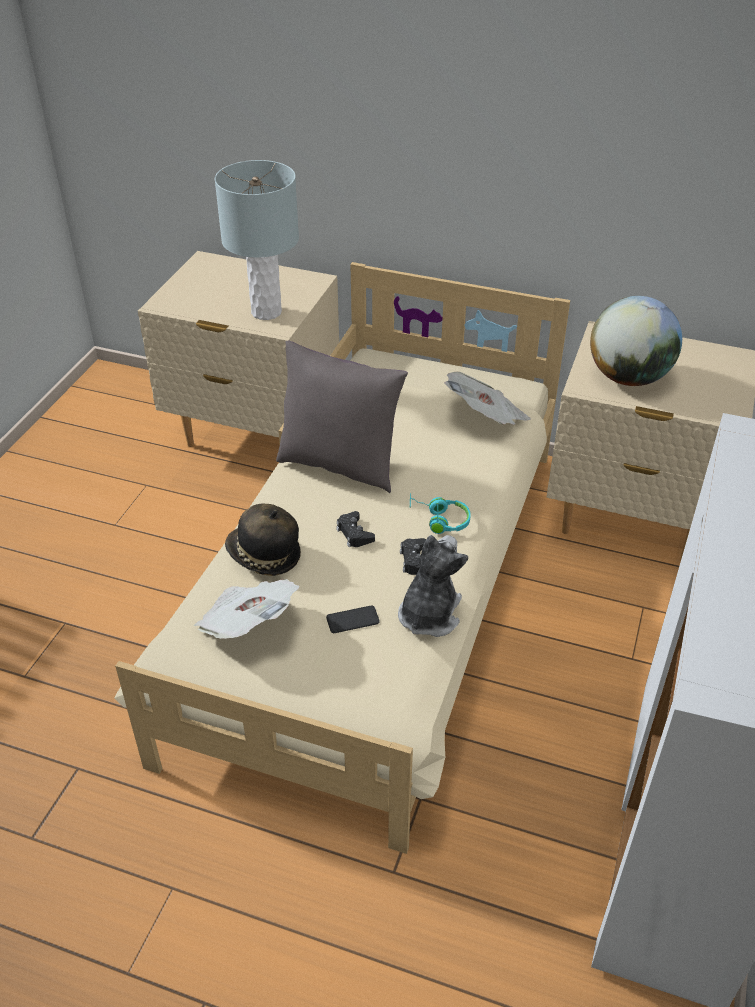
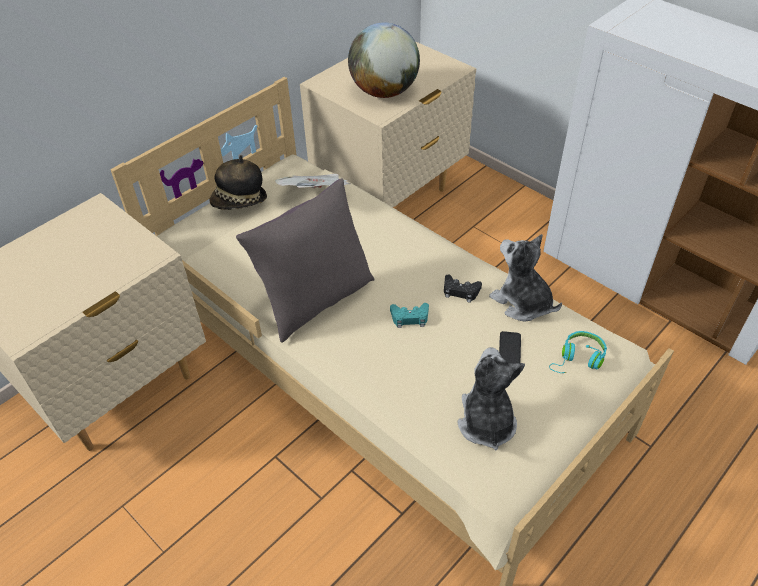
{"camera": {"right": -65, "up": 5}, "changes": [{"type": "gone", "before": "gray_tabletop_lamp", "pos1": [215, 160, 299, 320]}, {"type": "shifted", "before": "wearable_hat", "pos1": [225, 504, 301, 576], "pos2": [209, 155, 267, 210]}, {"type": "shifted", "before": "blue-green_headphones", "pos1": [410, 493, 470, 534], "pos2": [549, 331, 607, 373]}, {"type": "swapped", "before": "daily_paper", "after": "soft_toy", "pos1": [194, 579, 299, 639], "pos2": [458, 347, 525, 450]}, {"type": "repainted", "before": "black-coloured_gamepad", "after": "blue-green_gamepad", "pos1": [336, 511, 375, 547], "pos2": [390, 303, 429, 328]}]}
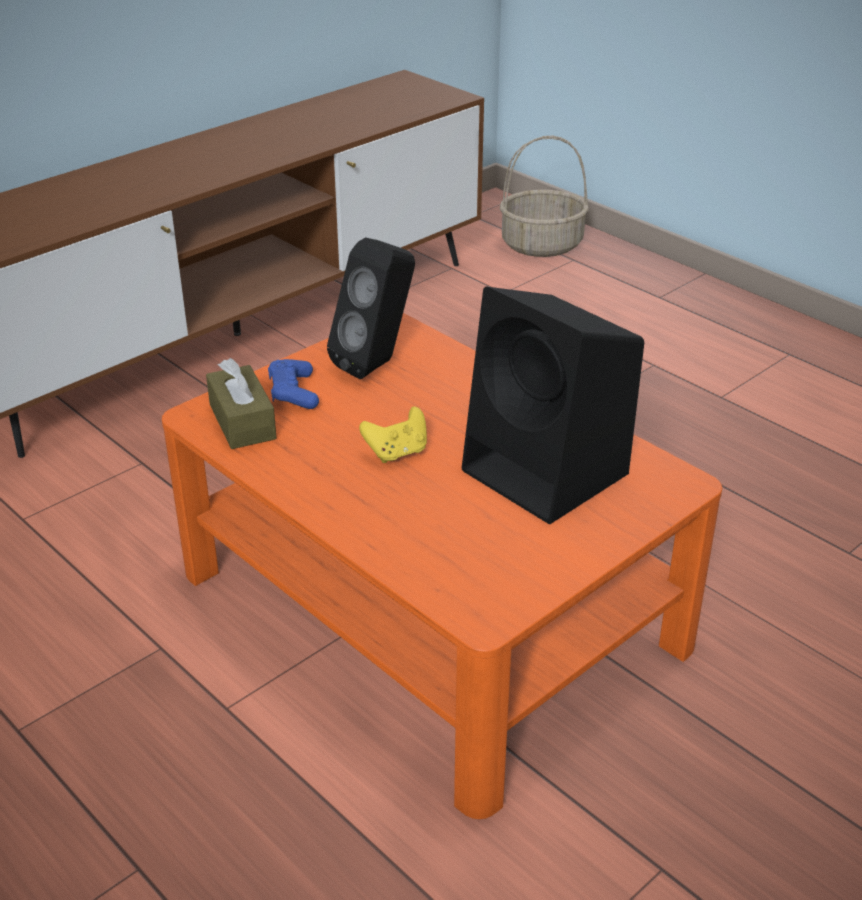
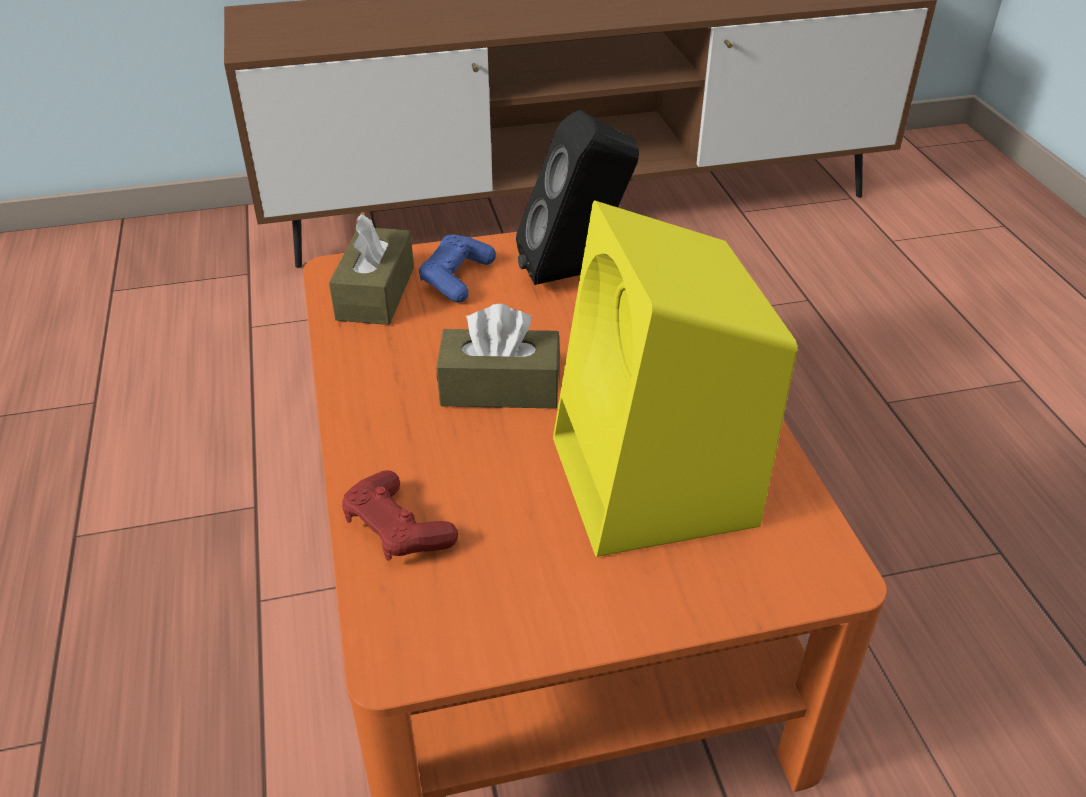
{"camera": {"right": 30, "up": 5}, "changes": [{"type": "gone", "before": "basket", "pos1": [500, 135, 589, 257]}, {"type": "new", "after": "reddish_gamepad", "pos2": [342, 470, 458, 561]}, {"type": "swapped", "before": "yellowish_gamepad", "after": "brown_tissue_box", "pos1": [359, 406, 427, 463], "pos2": [437, 304, 560, 409]}, {"type": "repainted", "before": "black-coloured_loudspeaker", "after": "yellowish_loudspeaker", "pos1": [462, 287, 644, 524], "pos2": [553, 200, 797, 557]}]}
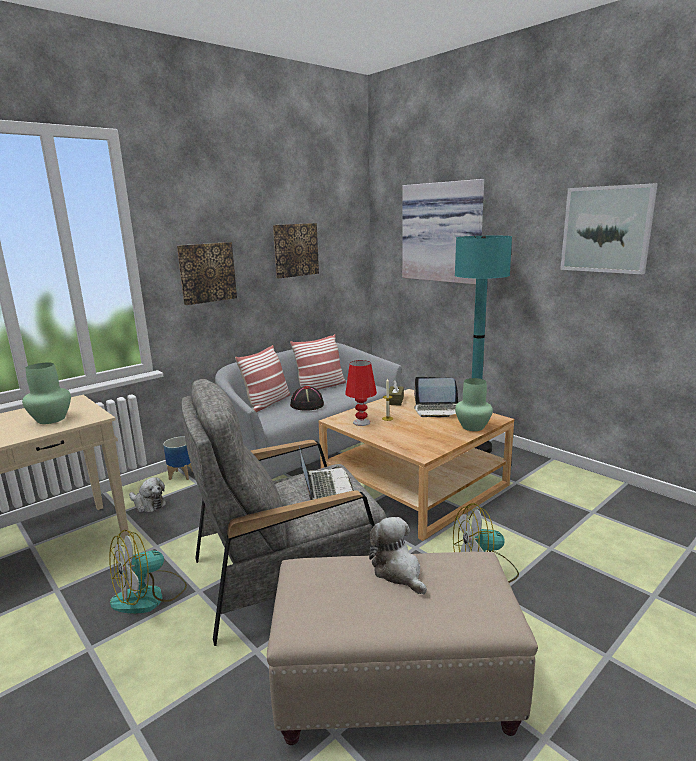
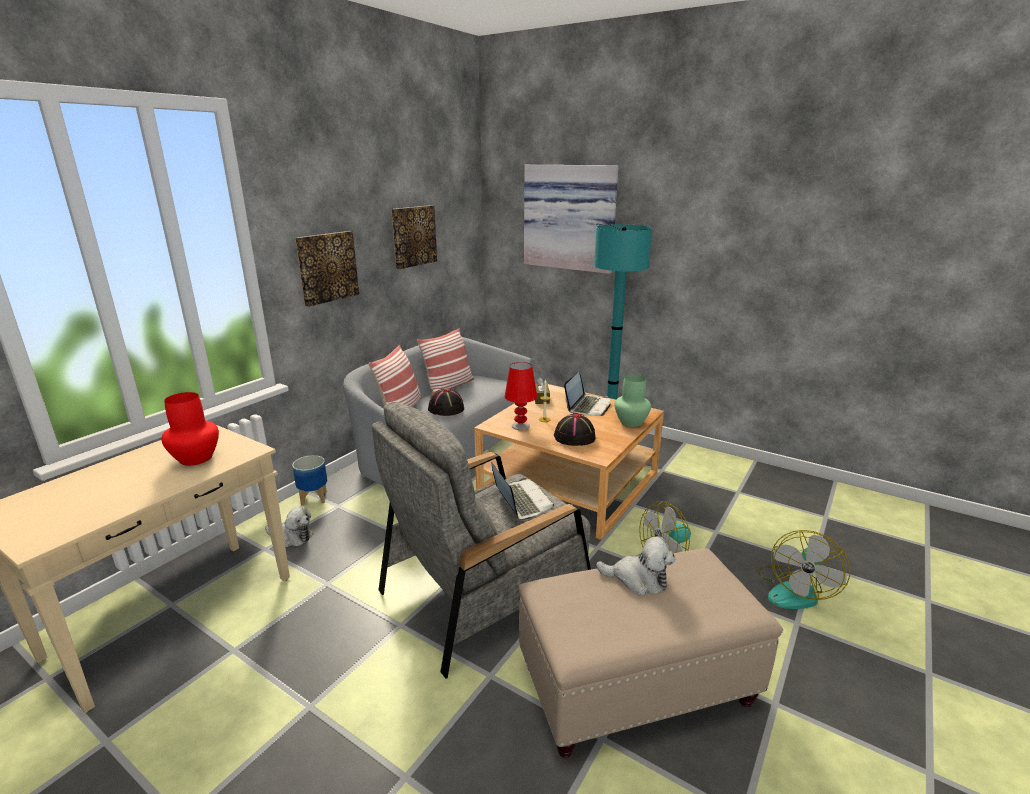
{"camera": {"right": -15, "up": 5}, "changes": [{"type": "gone", "before": "wall_art", "pos1": [560, 183, 658, 274]}, {"type": "new", "after": "black-coloured_wearable_hat", "pos2": [554, 414, 596, 446]}, {"type": "shifted", "before": "cooling_fan", "pos1": [109, 530, 187, 614], "pos2": [757, 530, 850, 609]}, {"type": "repainted", "before": "green_vase", "after": "reddish_vase", "pos1": [22, 362, 71, 424], "pos2": [161, 392, 219, 466]}, {"type": "rotated", "before": "soft_toy", "pos1": [369, 517, 427, 595], "pos2": [596, 536, 675, 596], "turn": 150}, {"type": "rotated", "before": "portable_computer", "pos1": [414, 377, 459, 418], "pos2": [564, 372, 611, 416], "turn": -60}]}
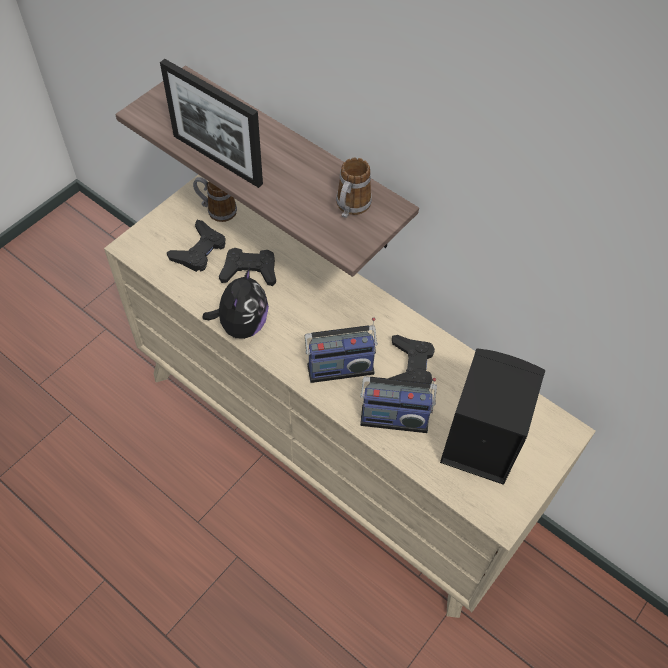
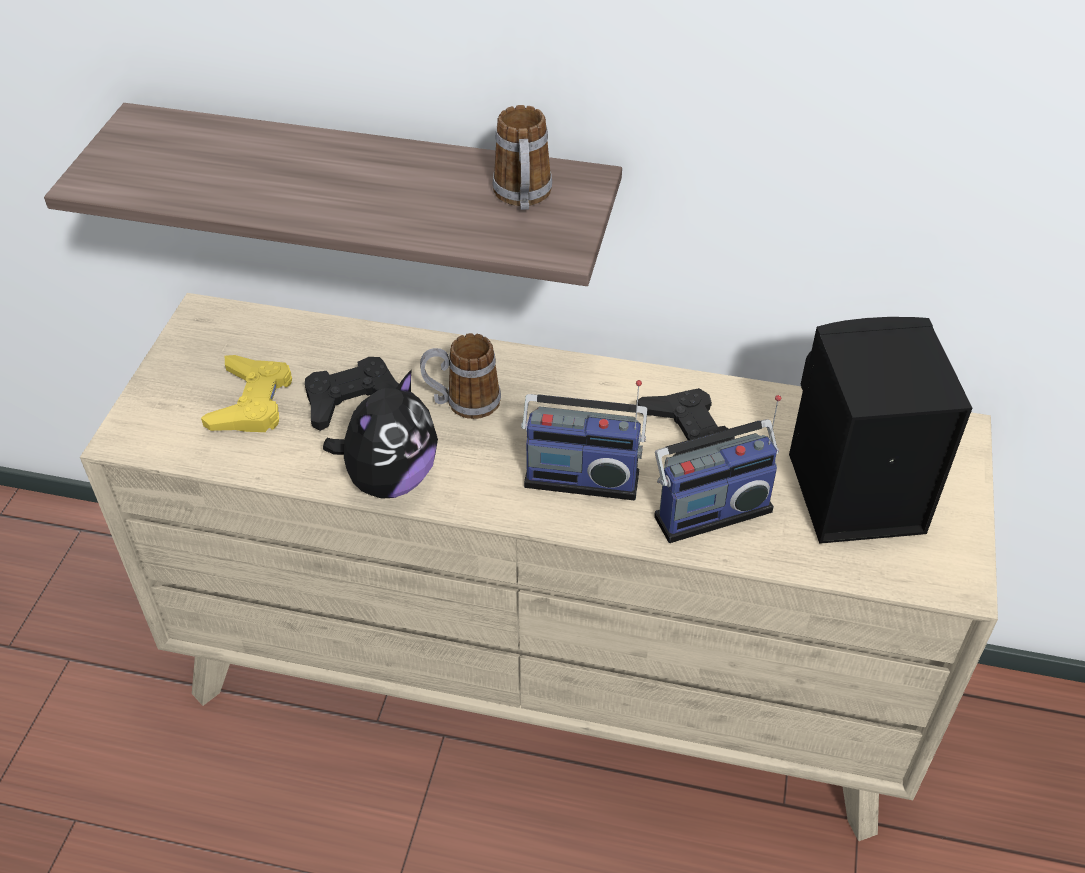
{"camera": {"right": -25, "up": -10}, "changes": [{"type": "gone", "before": "photo_frame", "pos1": [160, 59, 263, 188]}, {"type": "shifted", "before": "tea_mug", "pos1": [193, 177, 237, 222], "pos2": [420, 333, 501, 419]}, {"type": "repainted", "before": "black-coloured_gamepad", "after": "yellowish_gamepad", "pos1": [167, 220, 226, 272], "pos2": [201, 355, 292, 432]}, {"type": "rotated", "before": "soft_toy", "pos1": [202, 267, 269, 339], "pos2": [323, 369, 438, 499], "turn": 45}, {"type": "rotated", "before": "radio_set", "pos1": [305, 318, 378, 383], "pos2": [521, 380, 647, 501], "turn": 45}]}
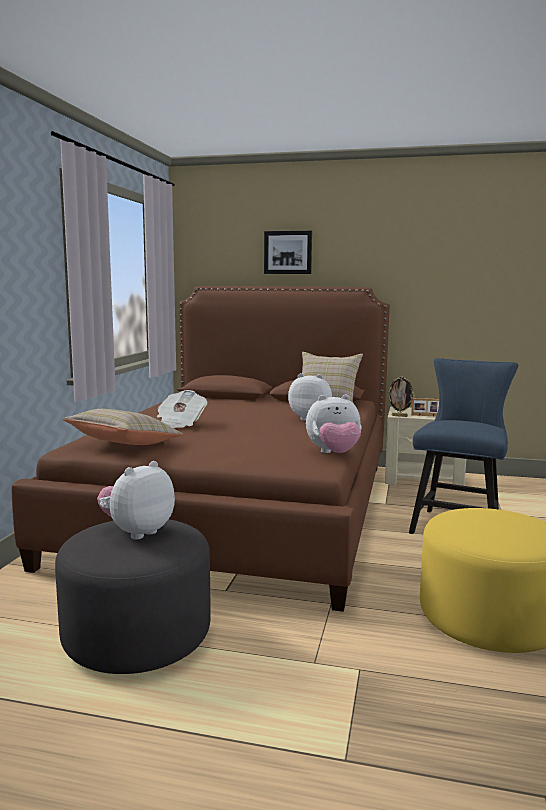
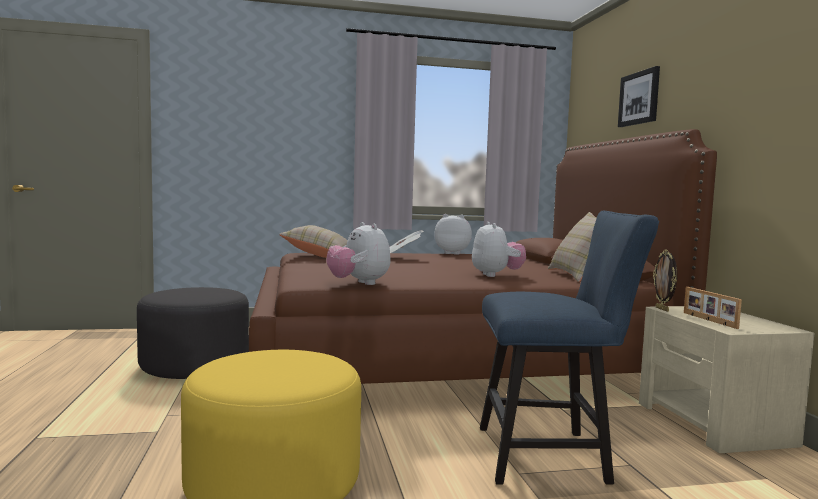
{"camera": {"right": 65, "up": -5}, "changes": [{"type": "shifted", "before": "soft_toy", "pos1": [97, 461, 175, 540], "pos2": [434, 214, 472, 255]}]}
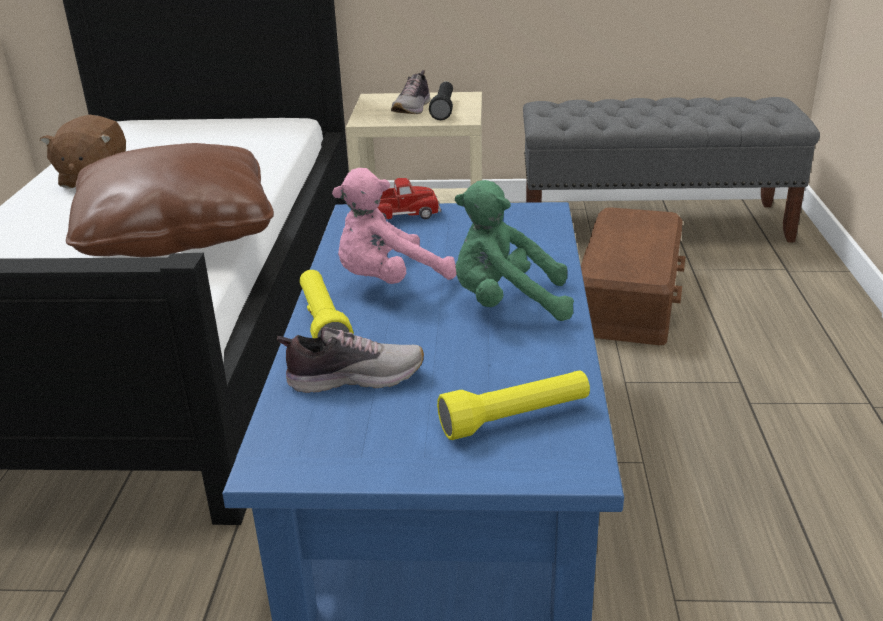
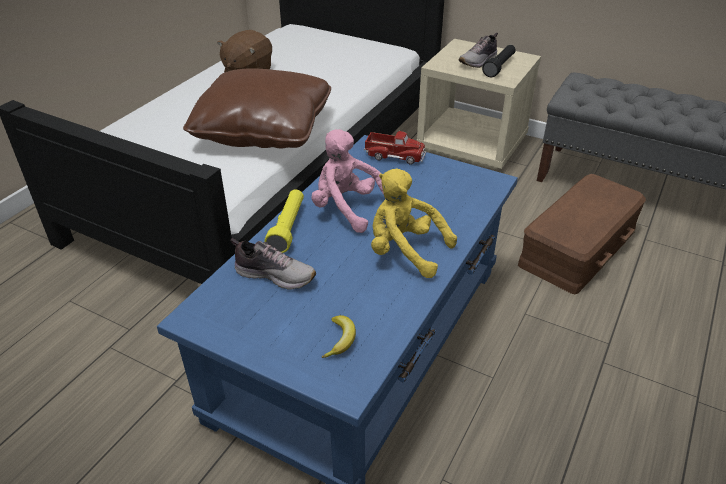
{"camera": {"right": 25, "up": 10}, "changes": [{"type": "swapped", "before": "yellowish_hand_torch", "after": "banana_fruit", "pos1": [437, 370, 590, 440], "pos2": [322, 315, 356, 358]}, {"type": "repainted", "before": "green_soft_toy", "after": "yellowish_soft_toy", "pos1": [455, 180, 574, 321], "pos2": [371, 168, 457, 278]}, {"type": "rotated", "before": "pink_soft_toy", "pos1": [332, 168, 456, 284], "pos2": [311, 129, 384, 233], "turn": 45}]}
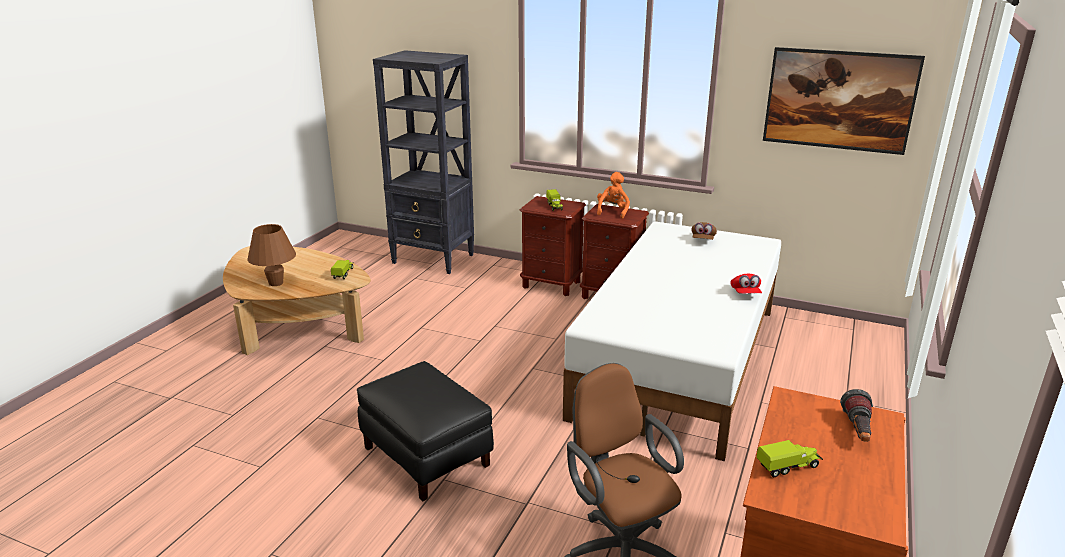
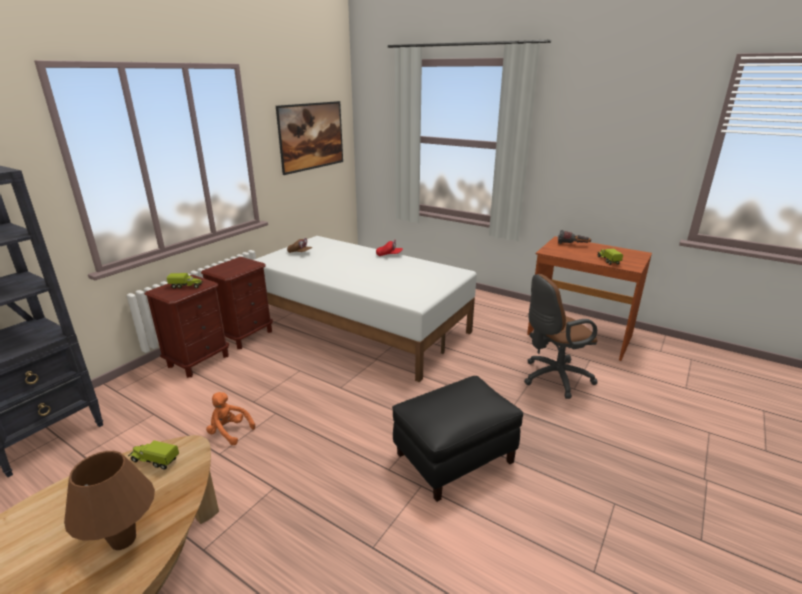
{"camera": {"right": -80, "up": 0}, "changes": [{"type": "shifted", "before": "orangey_soft_toy", "pos1": [597, 172, 630, 219], "pos2": [206, 392, 255, 445]}]}
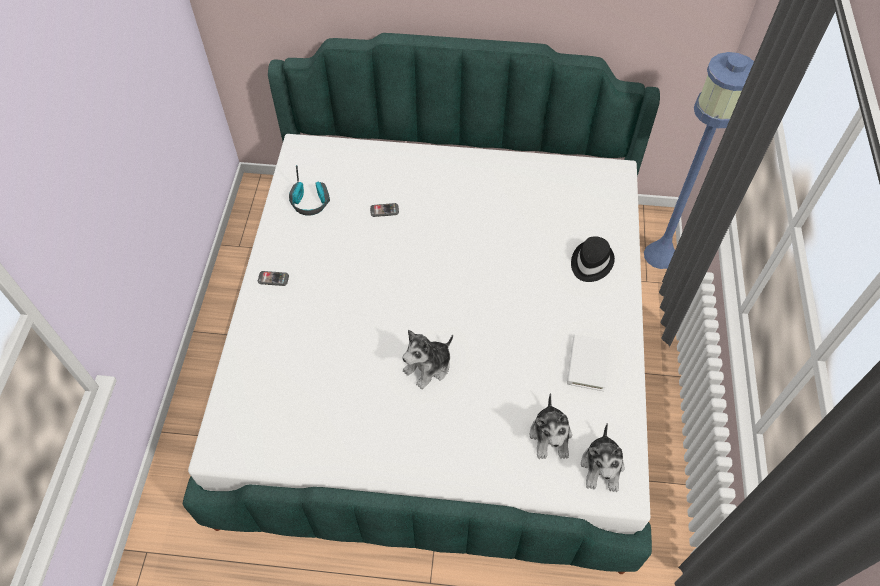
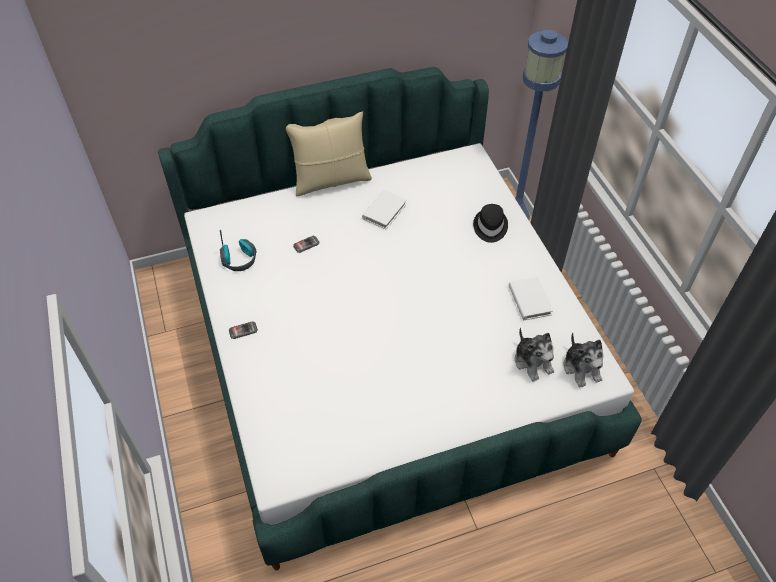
{"camera": {"right": -25, "up": -5}, "changes": [{"type": "gone", "before": "soft_toy", "pos1": [402, 330, 453, 389]}, {"type": "new", "after": "beige_throw_pillow", "pos2": [286, 111, 372, 196]}, {"type": "new", "after": "whitish_bound_book", "pos2": [362, 190, 407, 229]}]}
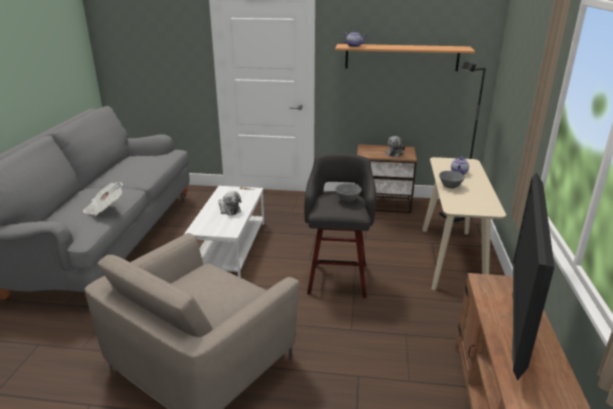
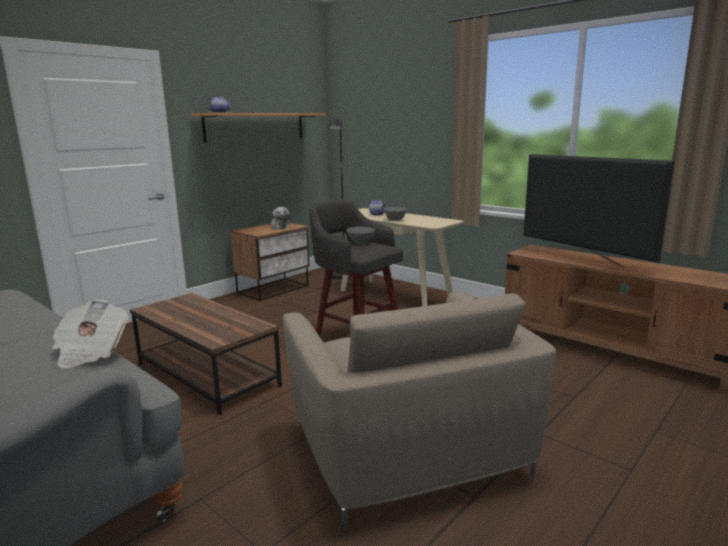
{"camera": {"right": -55, "up": -10}, "changes": [{"type": "gone", "before": "soft_toy", "pos1": [218, 191, 241, 215]}, {"type": "repainted", "before": "whitish_low_table", "after": "brown_low_table", "pos1": [184, 186, 264, 278], "pos2": [130, 293, 282, 415]}]}
